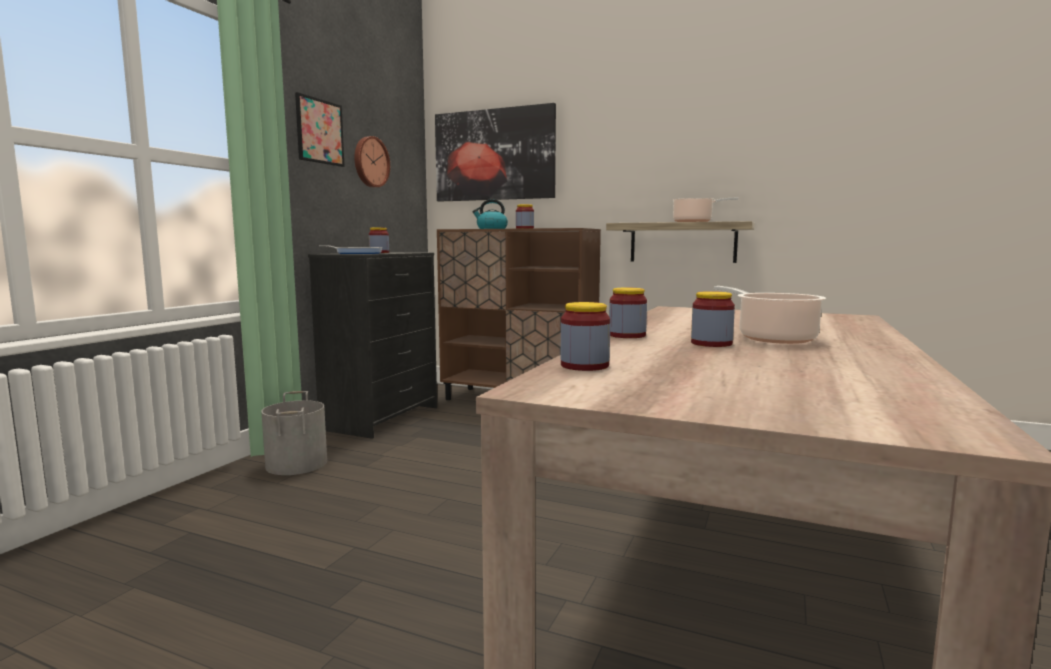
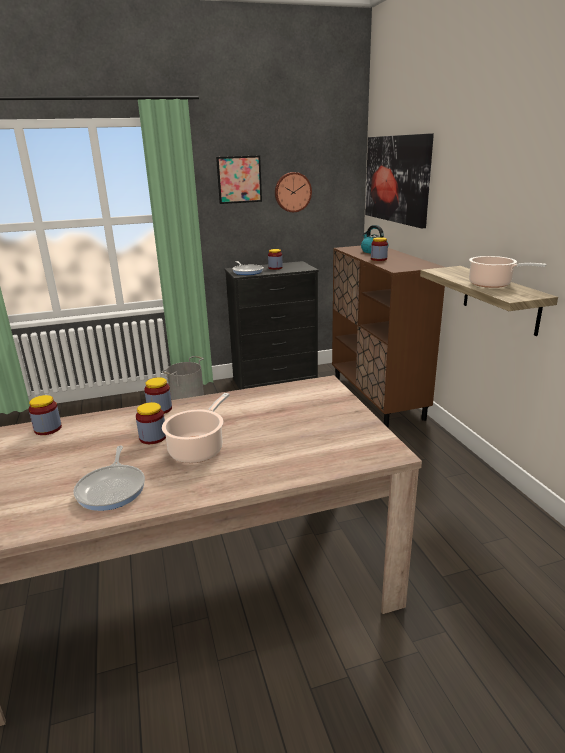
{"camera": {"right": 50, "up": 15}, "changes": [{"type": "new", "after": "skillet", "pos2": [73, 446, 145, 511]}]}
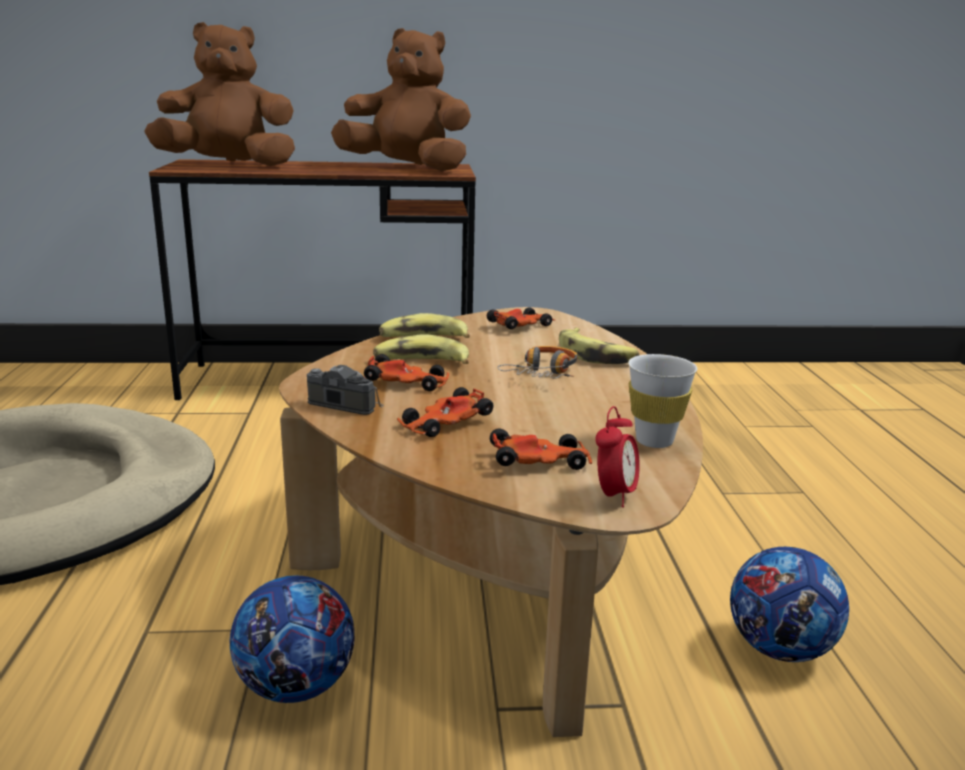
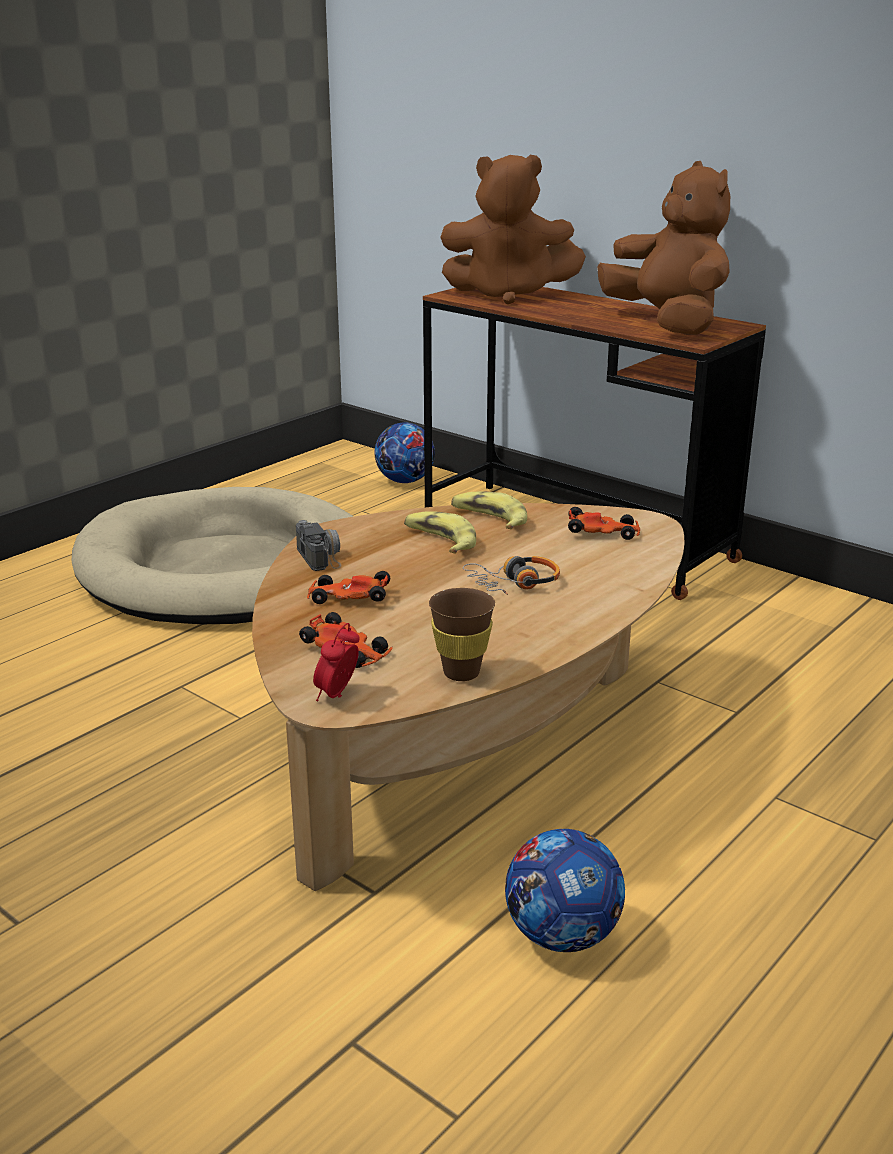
{"camera": {"right": 45, "up": 5}, "changes": [{"type": "gone", "before": "toy_car", "pos1": [364, 354, 449, 391]}, {"type": "gone", "before": "banana_fruit", "pos1": [559, 328, 639, 364]}, {"type": "shifted", "before": "ball_for_football", "pos1": [230, 576, 355, 703], "pos2": [374, 422, 435, 483]}, {"type": "repainted", "before": "whitish_drinking_cup", "after": "brown_drinking_cup", "pos1": [628, 354, 697, 448], "pos2": [429, 588, 495, 681]}, {"type": "rotated", "before": "brown_soft_toy", "pos1": [144, 22, 295, 166], "pos2": [440, 155, 586, 304], "turn": 150}, {"type": "rotated", "before": "table_clock", "pos1": [595, 406, 640, 507], "pos2": [313, 623, 360, 702], "turn": 135}]}
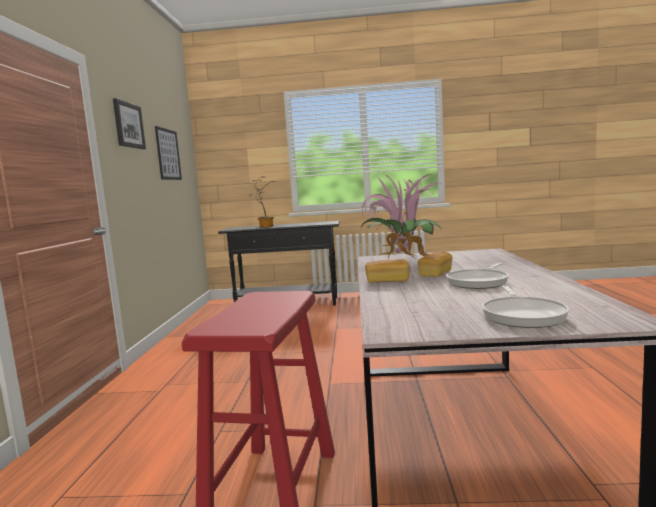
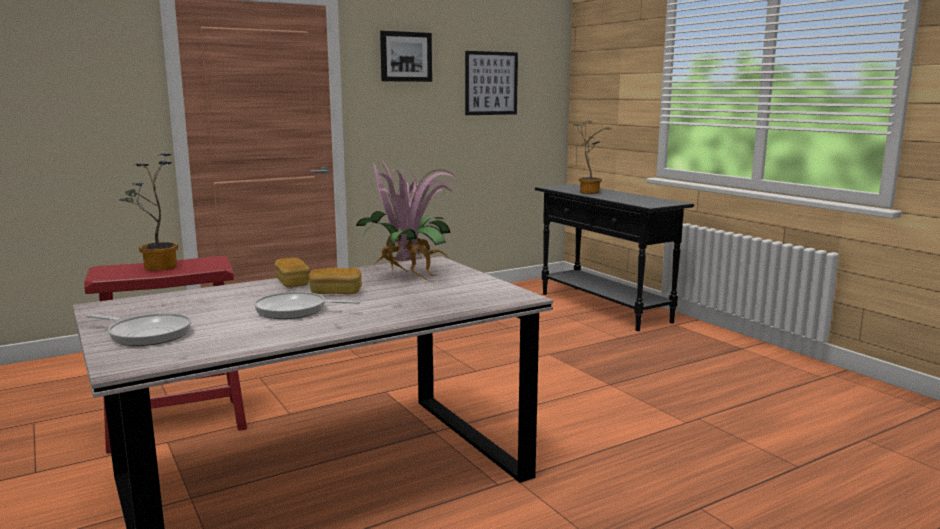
{"camera": {"right": 55, "up": 5}, "changes": [{"type": "new", "after": "plant_in_a_pot", "pos2": [119, 154, 178, 271]}, {"type": "rotated", "before": "skillet", "pos1": [482, 285, 569, 328], "pos2": [86, 313, 191, 346], "turn": -135}]}
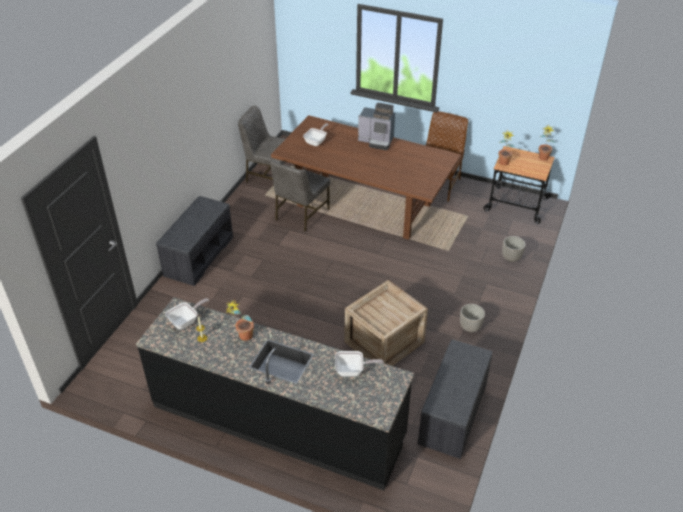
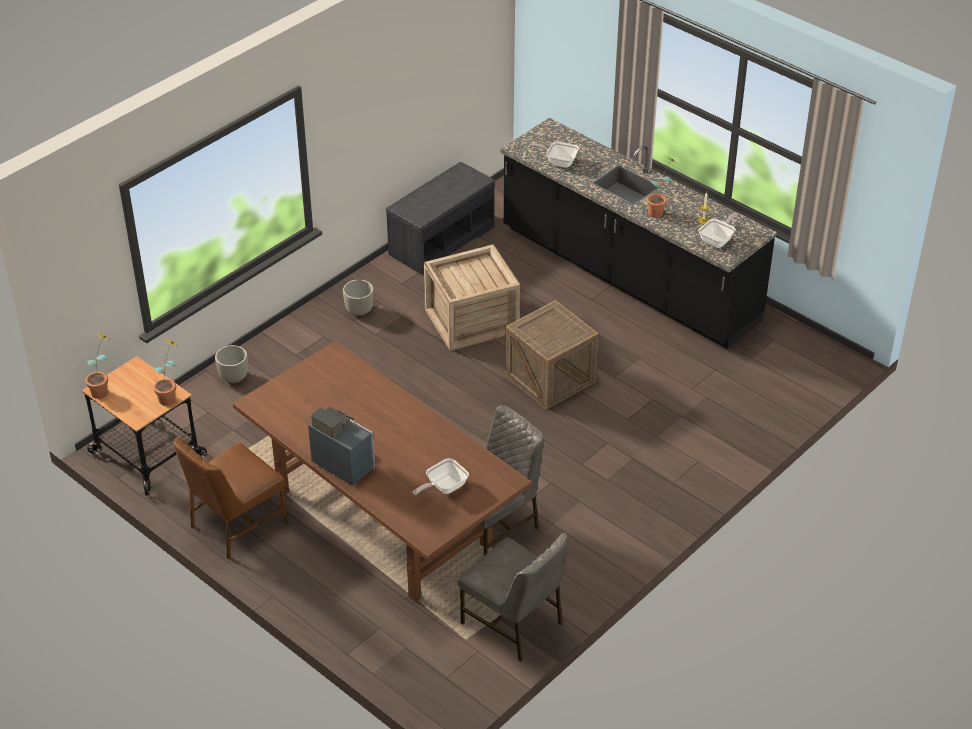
{"camera": {"right": -160, "up": 0}, "changes": [{"type": "gone", "before": "gray_long_seat", "pos1": [156, 196, 233, 286]}, {"type": "new", "after": "shipping_crate", "pos2": [505, 300, 599, 410]}, {"type": "rotated", "before": "skillet", "pos1": [165, 298, 209, 330], "pos2": [699, 212, 738, 248], "turn": 150}]}
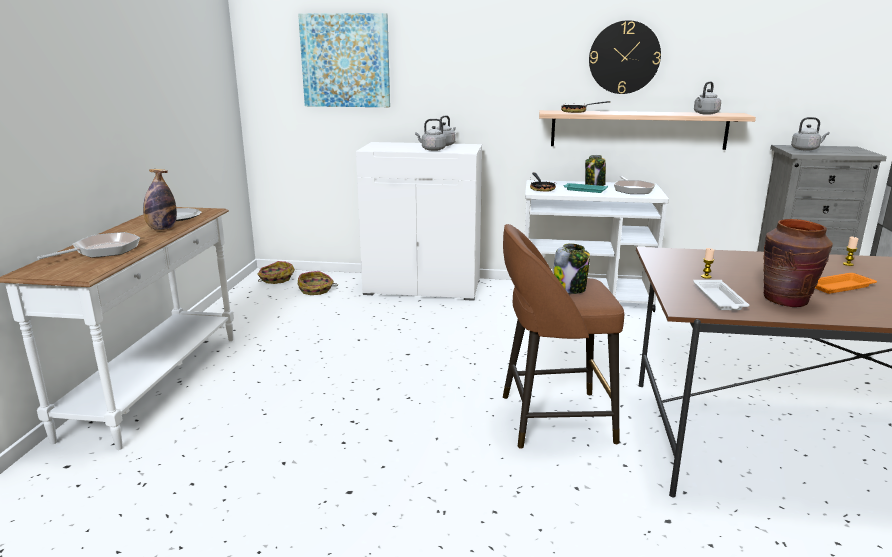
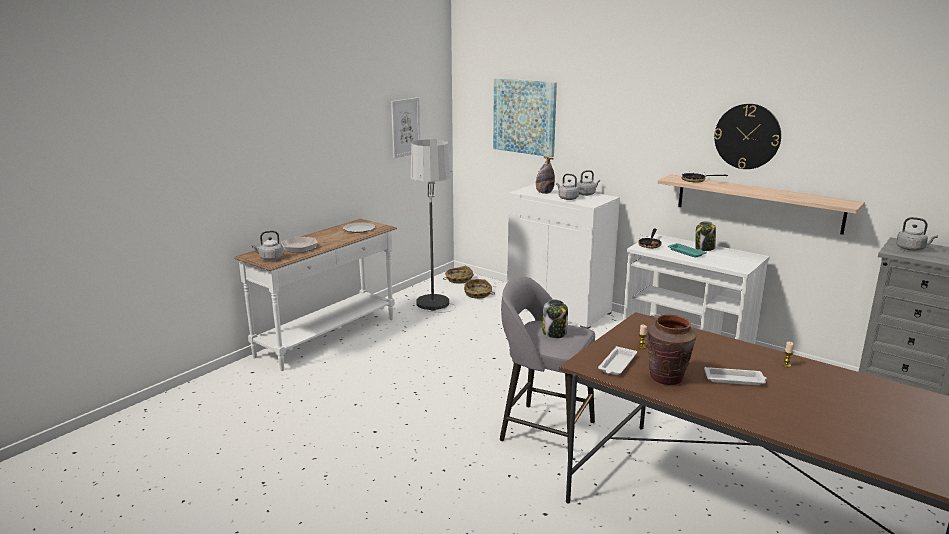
{"camera": {"right": 30, "up": 0}, "changes": [{"type": "gone", "before": "skillet", "pos1": [614, 176, 655, 194]}, {"type": "new", "after": "wall_art", "pos2": [391, 97, 420, 159]}, {"type": "new", "after": "standard_lamp", "pos2": [411, 139, 456, 312]}, {"type": "shifted", "before": "beverage_bottle", "pos1": [143, 169, 177, 230], "pos2": [536, 156, 555, 194]}, {"type": "shifted", "before": "gray_water_kettle", "pos1": [694, 82, 721, 115], "pos2": [251, 231, 284, 261]}, {"type": "repainted", "before": "brown_sitting_stool", "after": "gray_sitting_stool", "pos1": [503, 224, 624, 449], "pos2": [500, 276, 595, 450]}, {"type": "repainted", "before": "orangey_serving_tray", "after": "whitish_serving_tray", "pos1": [815, 273, 877, 294], "pos2": [704, 367, 767, 385]}]}
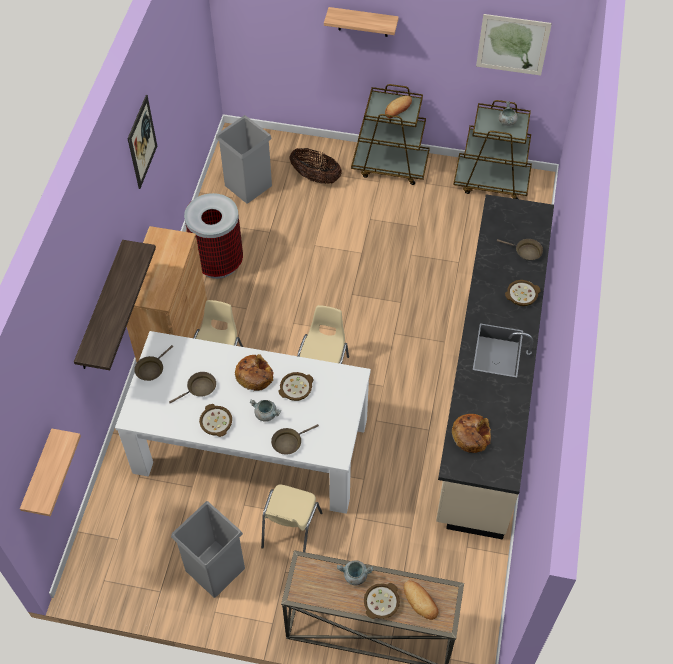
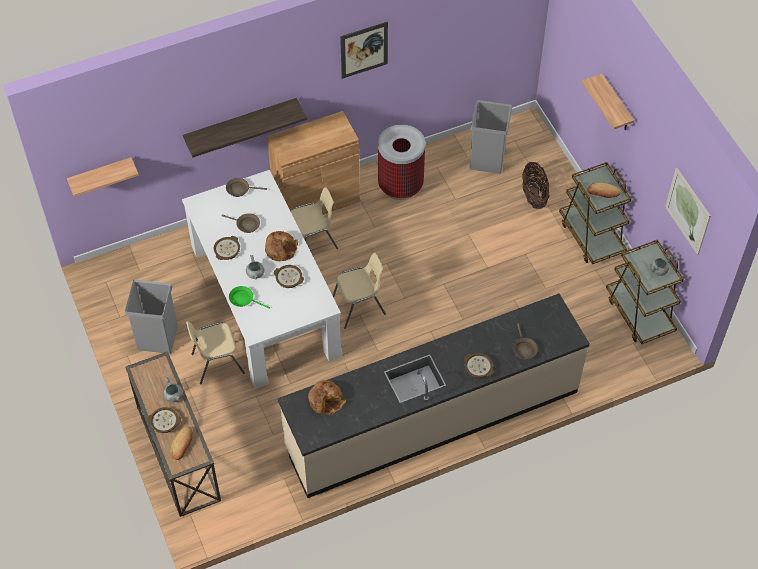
{"camera": {"right": 55, "up": 0}, "changes": [{"type": "repainted", "before": "brown_skillet", "after": "green_skillet", "pos1": [271, 424, 319, 455], "pos2": [229, 286, 270, 309]}]}
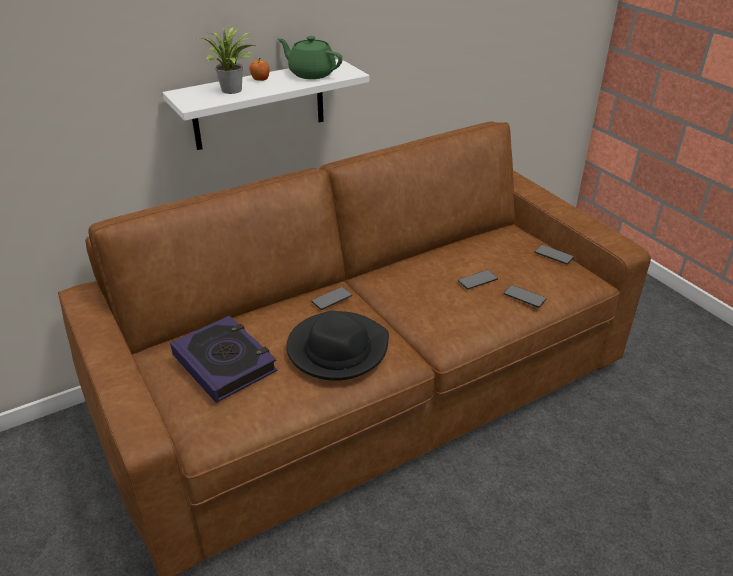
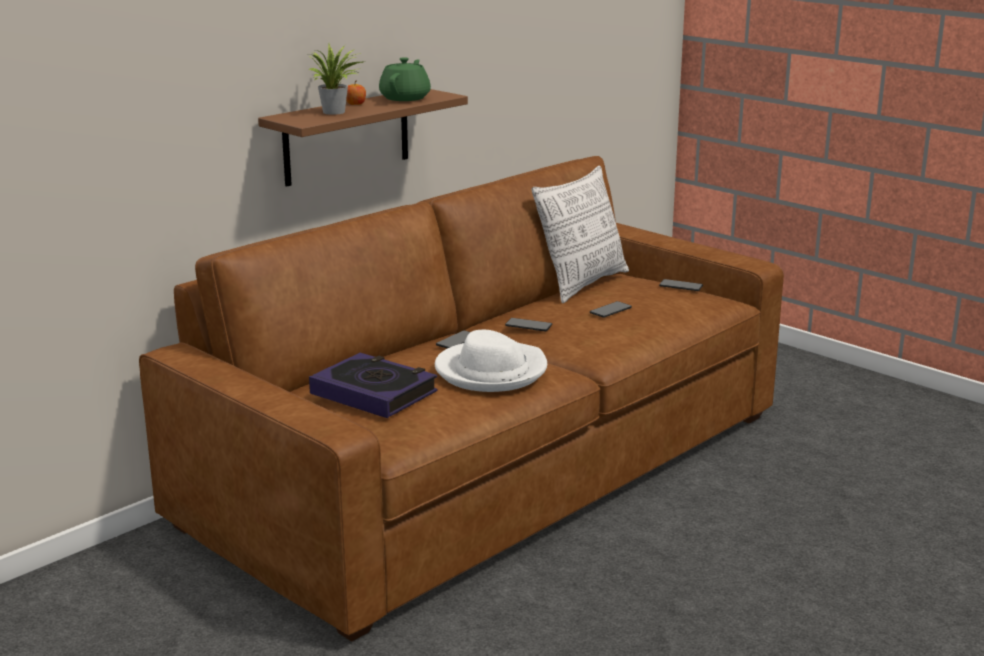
{"camera": {"right": -15, "up": -15}, "changes": [{"type": "new", "after": "throw_pillow", "pos2": [532, 166, 629, 303]}, {"type": "shifted", "before": "phone", "pos1": [504, 285, 546, 308], "pos2": [505, 318, 552, 332]}, {"type": "repainted", "before": "whitish_shelf", "after": "brown_shelf", "pos1": [163, 59, 369, 150], "pos2": [258, 89, 468, 187]}, {"type": "repainted", "before": "black-coloured_wearable_hat", "after": "whitish_wearable_hat", "pos1": [286, 311, 389, 381], "pos2": [435, 329, 547, 392]}, {"type": "rotated", "before": "green_pot_for_tea", "pos1": [278, 36, 343, 79], "pos2": [379, 57, 431, 101], "turn": 90}]}
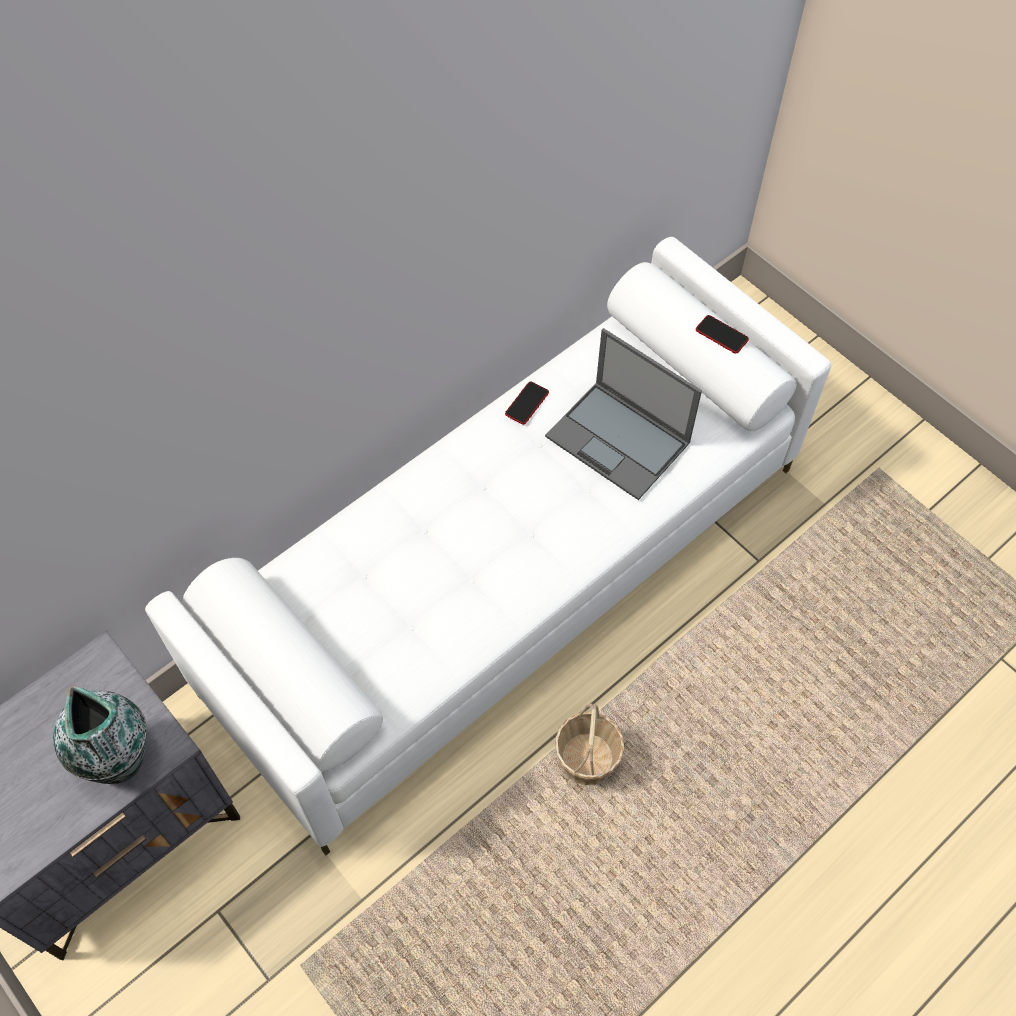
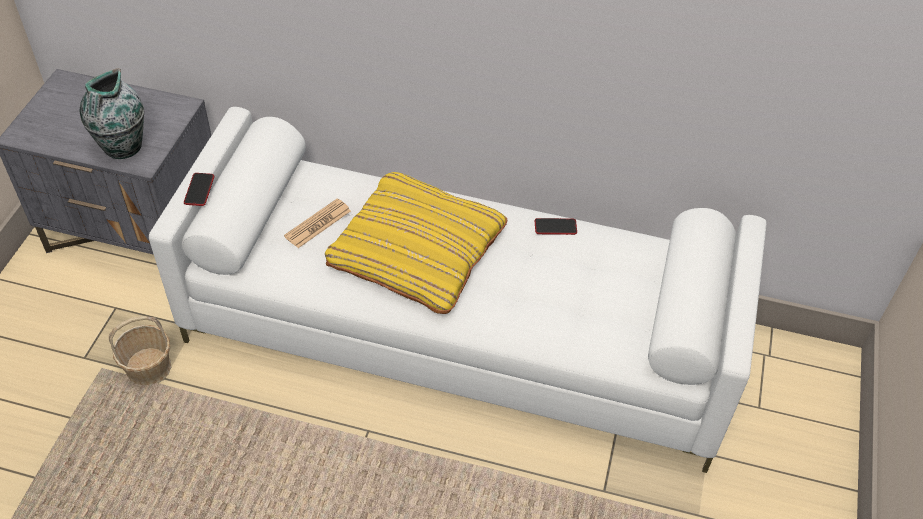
{"camera": {"right": 55, "up": -10}, "changes": [{"type": "gone", "before": "portable_computer", "pos1": [545, 328, 702, 500]}, {"type": "new", "after": "daily_paper", "pos2": [284, 199, 351, 248]}, {"type": "new", "after": "yellowish_throw_pillow", "pos2": [325, 172, 507, 314]}, {"type": "shifted", "before": "basket", "pos1": [554, 703, 625, 785], "pos2": [109, 316, 171, 385]}, {"type": "shifted", "before": "phone", "pos1": [696, 315, 749, 354], "pos2": [184, 173, 214, 206]}]}
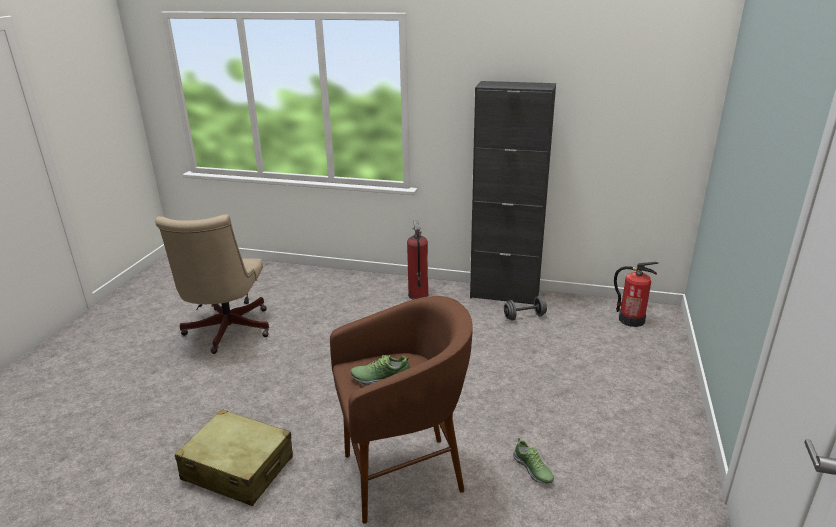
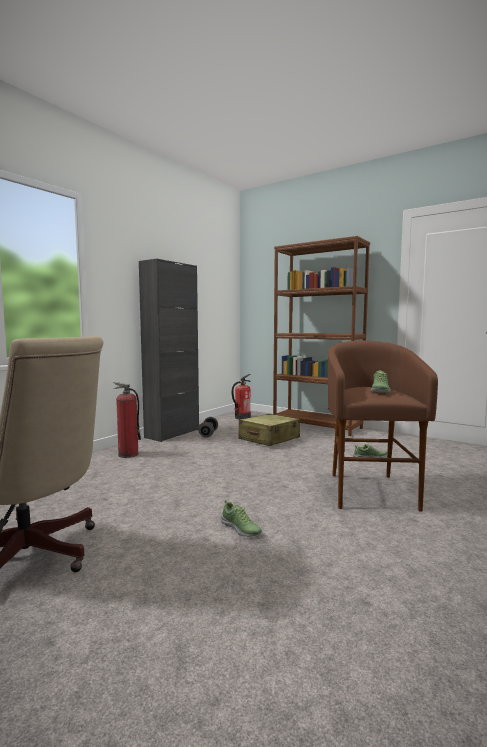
{"camera": {"right": -70, "up": -20}, "changes": [{"type": "new", "after": "low_shoe", "pos2": [221, 500, 262, 537]}, {"type": "new", "after": "brown_shelving_unit", "pos2": [273, 236, 370, 436]}, {"type": "shifted", "before": "beige_suitcase", "pos1": [175, 409, 293, 506], "pos2": [238, 414, 300, 446]}]}
